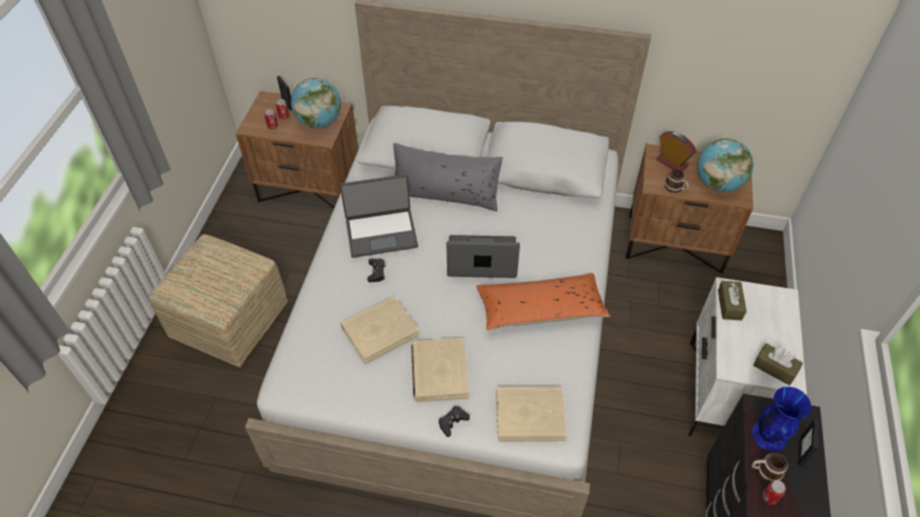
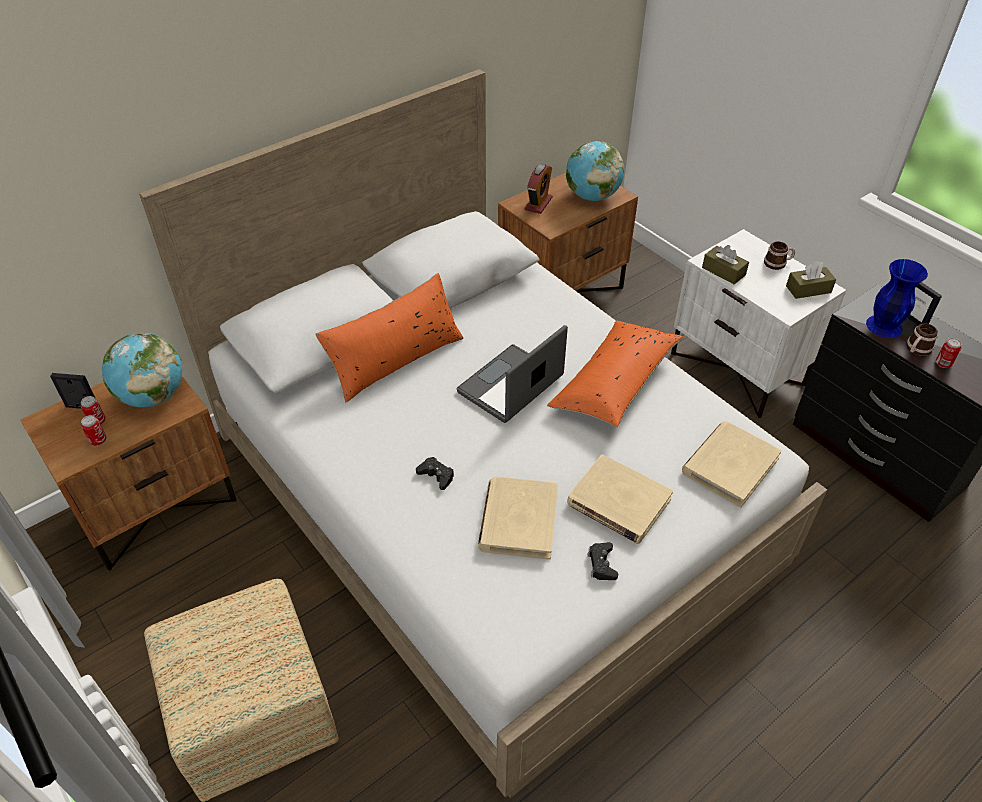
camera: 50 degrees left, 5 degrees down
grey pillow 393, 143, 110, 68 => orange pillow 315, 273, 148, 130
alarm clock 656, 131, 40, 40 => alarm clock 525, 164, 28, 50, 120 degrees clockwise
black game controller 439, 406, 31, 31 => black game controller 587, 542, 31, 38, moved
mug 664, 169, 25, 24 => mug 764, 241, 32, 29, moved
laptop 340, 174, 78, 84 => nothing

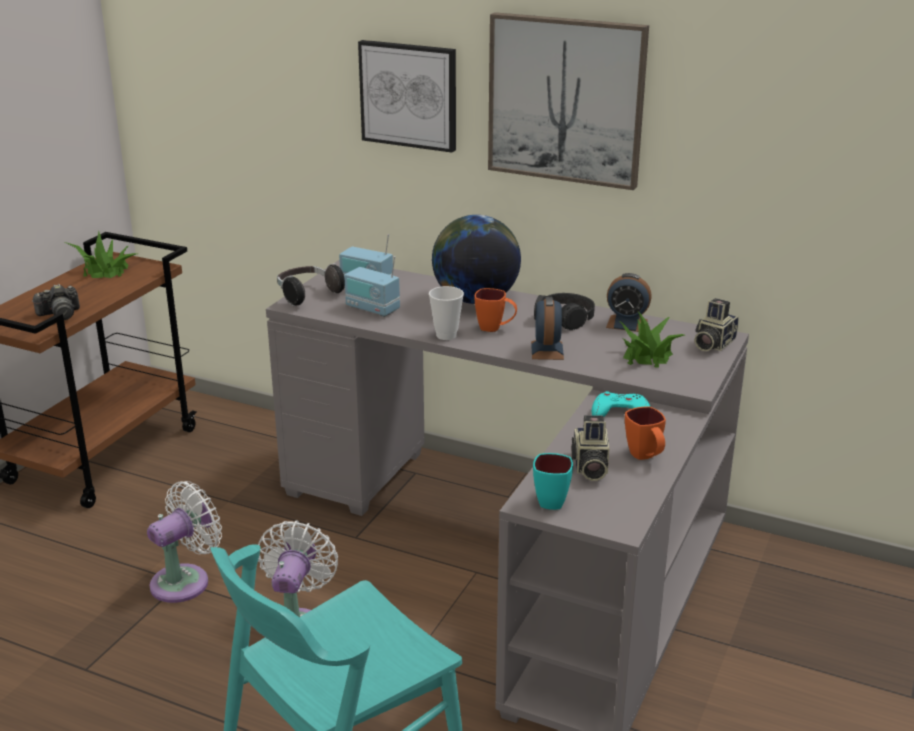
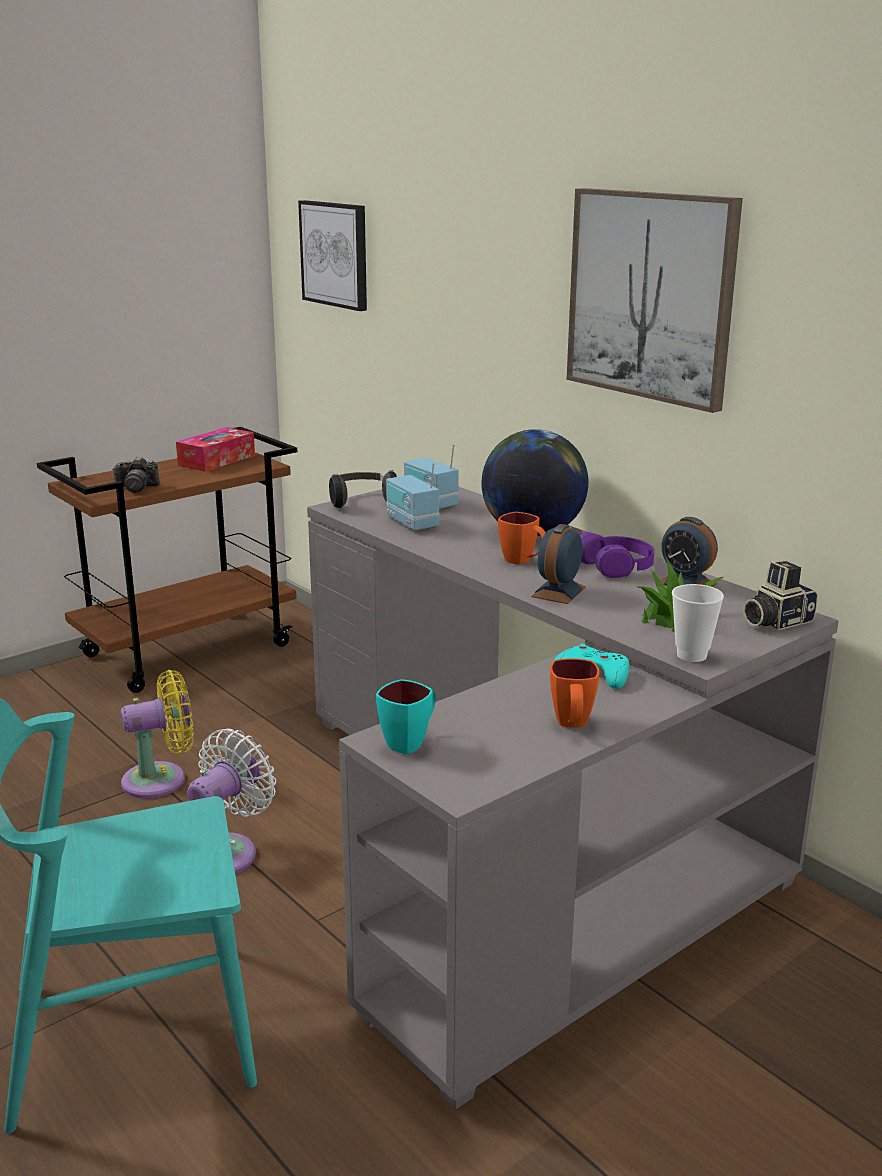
camera: 25 degrees right, 5 degrees down
white fan 147, 481, 75, 122 => yellow fan 121, 670, 73, 128
potted plant 65, 231, 72, 47 => tissue box 176, 427, 79, 45
picture 358, 40, 98, 113 => picture 298, 200, 69, 111, moved
black headphones 534, 293, 61, 37 => purple headphones 580, 532, 75, 46
cup 429, 286, 35, 54 => cup 672, 584, 52, 78, moved
photo camera 571, 415, 38, 66 => nothing

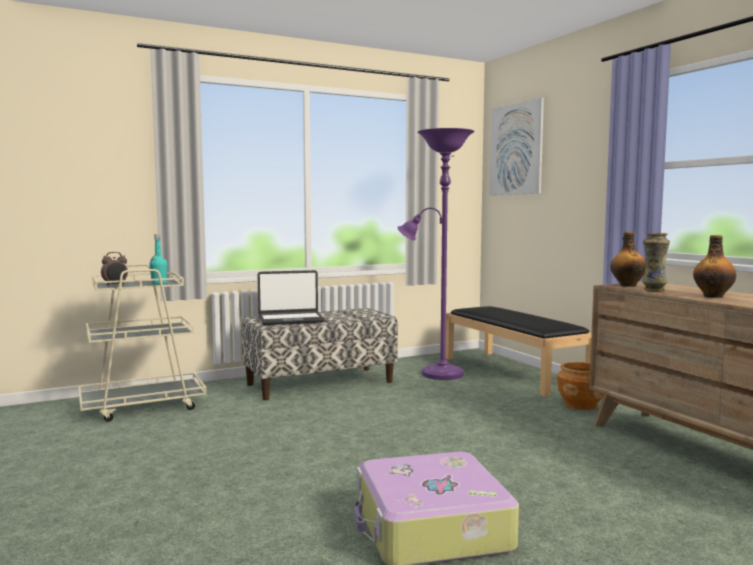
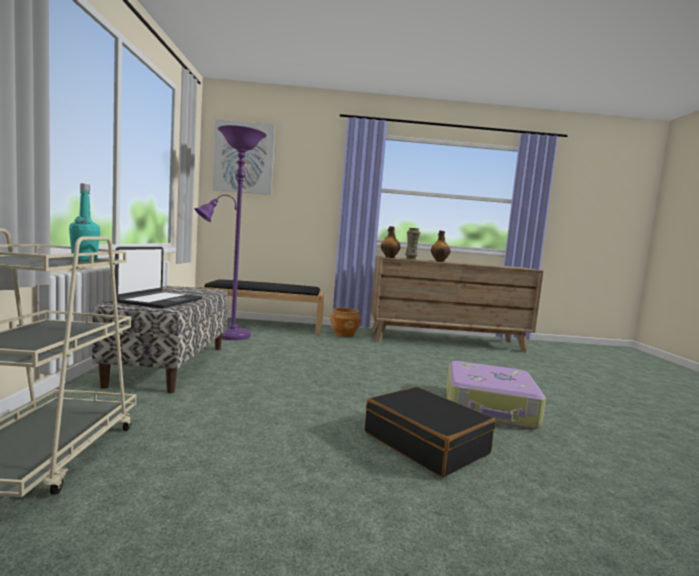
camera: 65 degrees left, 0 degrees up
nothing => black suitcase 365, 386, 131, 91
alarm clock 101, 252, 27, 34 => nothing

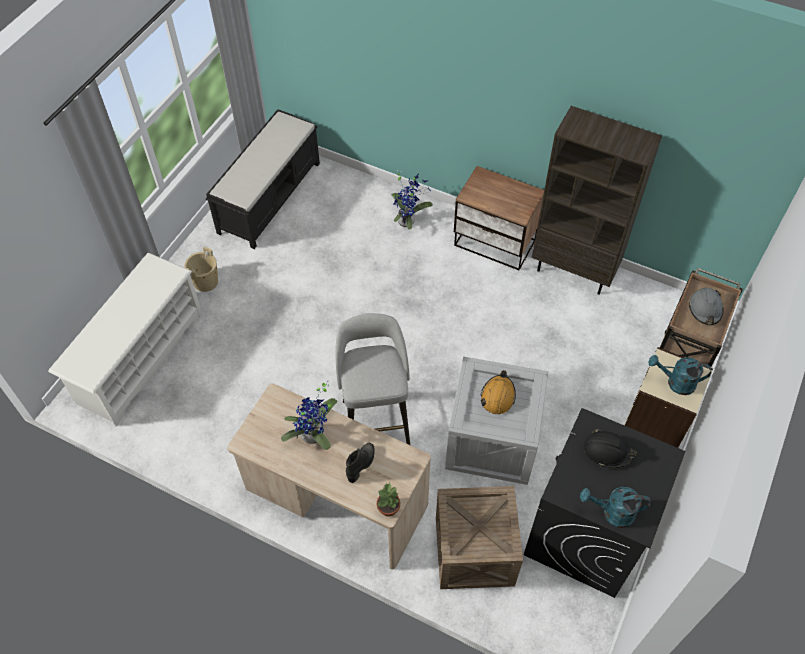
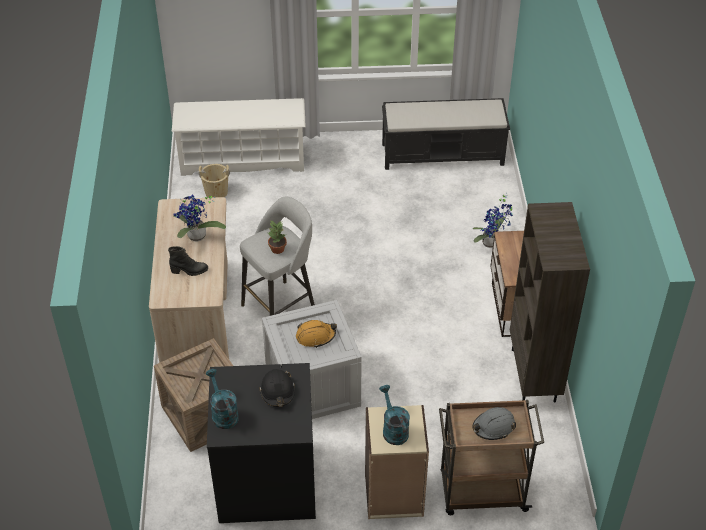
camera: 60 degrees right, 10 degrees down
beige bucket 185, 247, 33, 45 => beige bucket 198, 164, 32, 34, moved
potted plant 377, 482, 23, 35 => potted plant 268, 220, 19, 34, moved

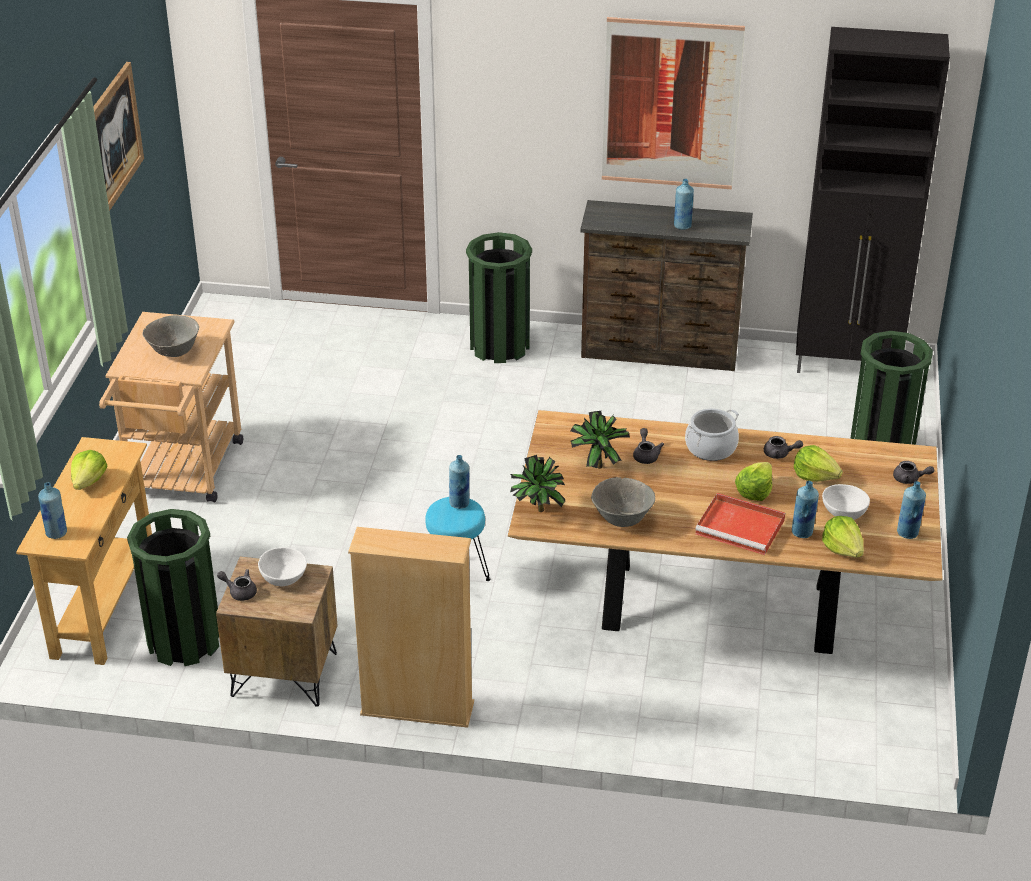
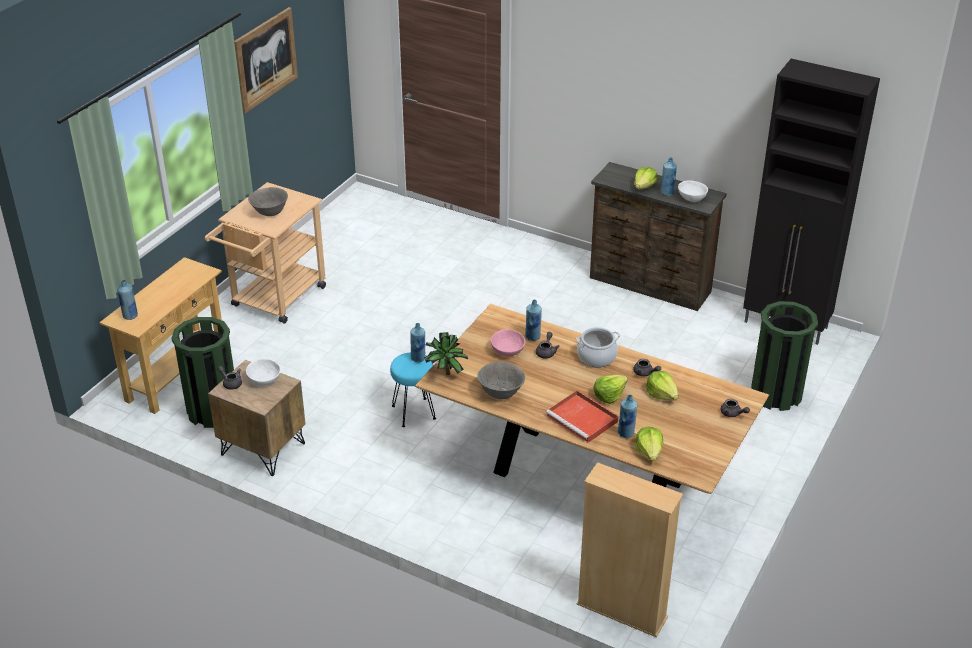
camera: 20 degrees right, 0 degrees up
potted plant 570, 411, 60, 58 => pink bowl 491, 329, 34, 28
blue bottle 897, 481, 29, 58 => blue bottle 525, 300, 17, 41, moved
beige bookcase 348, 527, 126, 201 => beige bookcase 577, 462, 106, 176, moved
lettuce 71, 450, 36, 40 => lettuce 634, 167, 24, 22, moved
white bowl 822, 484, 48, 36 => white bowl 678, 180, 30, 22, moved
green trash can 466, 232, 66, 131 => nothing
picture 602, 17, 143, 172 => nothing

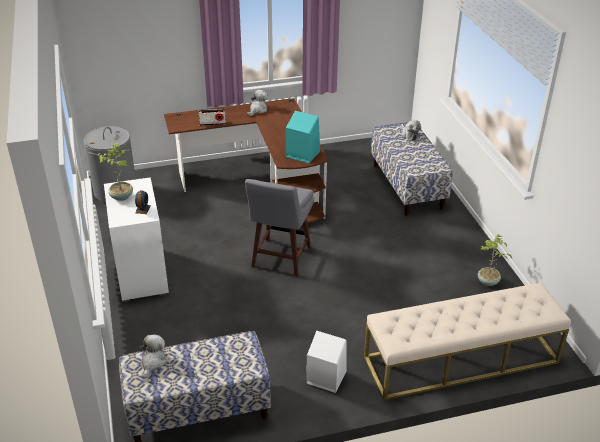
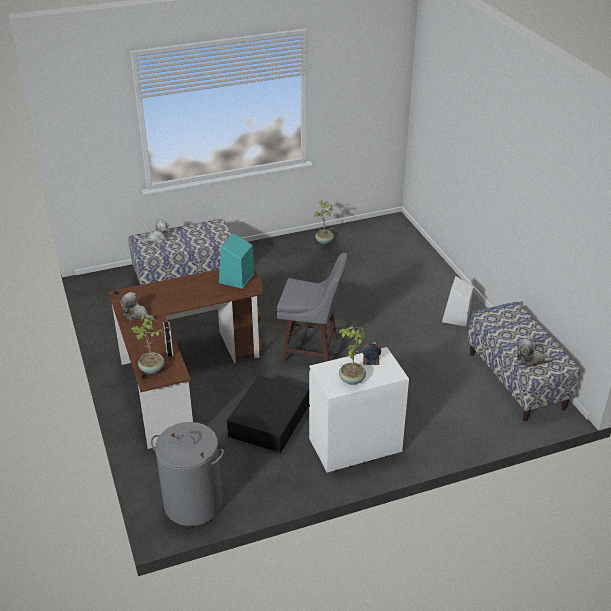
camera: 95 degrees left, 0 degrees up
nothing => potted plant 130, 314, 40, 60
nothing => black storage box 227, 375, 82, 78
beige bench 364, 282, 207, 118 => nothing

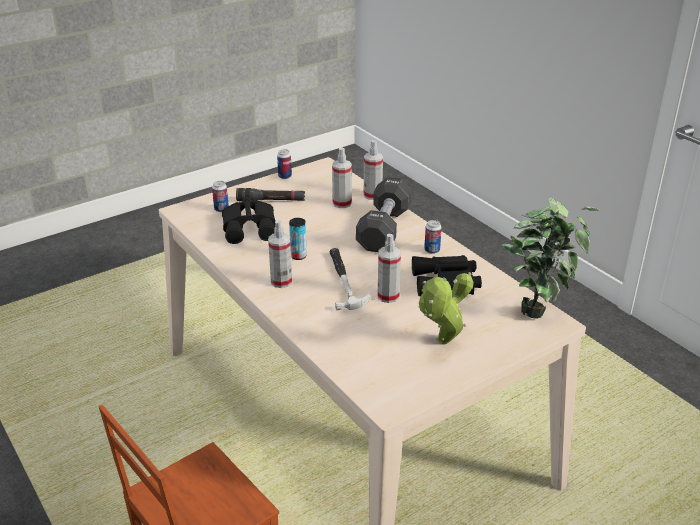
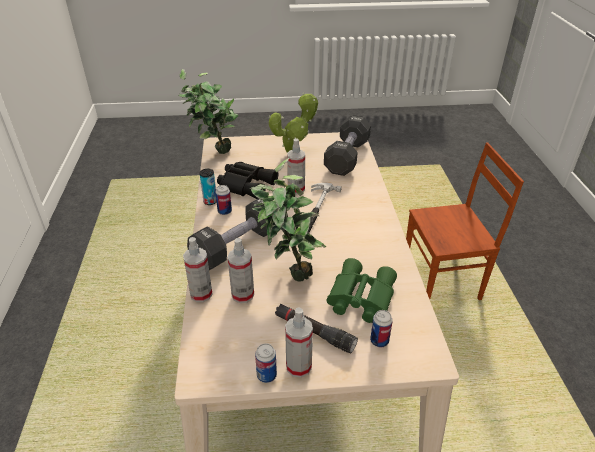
camera: 150 degrees left, 5 degrees up
can 289, 218, 18, 42 => can 200, 169, 17, 36, moved
nothing => potted plant 250, 158, 76, 124
spray bottle 268, 220, 24, 68 => spray bottle 285, 307, 28, 71, moved
nothing => black dumbbell 324, 115, 47, 61
black binoculars 222, 197, 54, 47 => green binoculars 327, 258, 70, 65

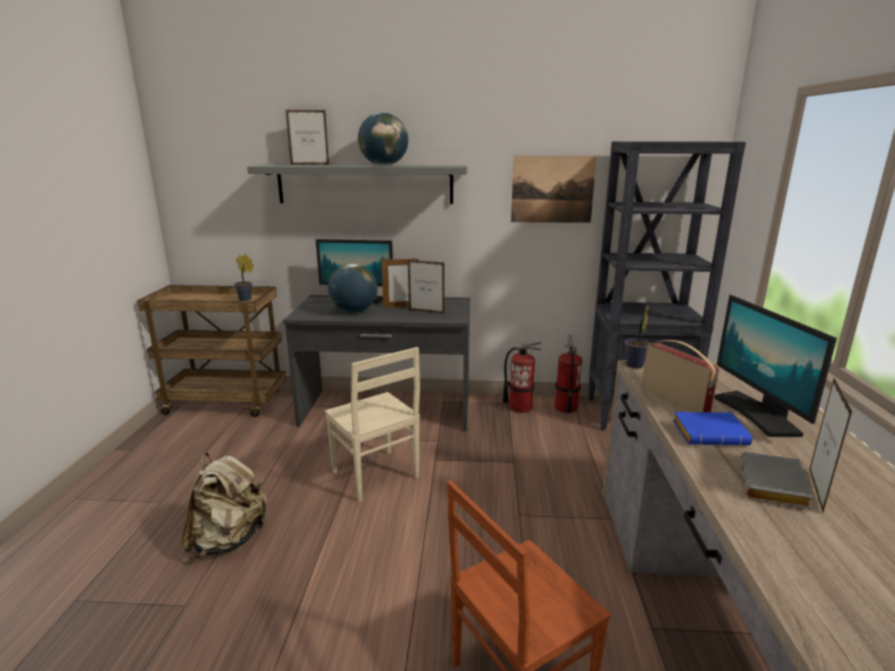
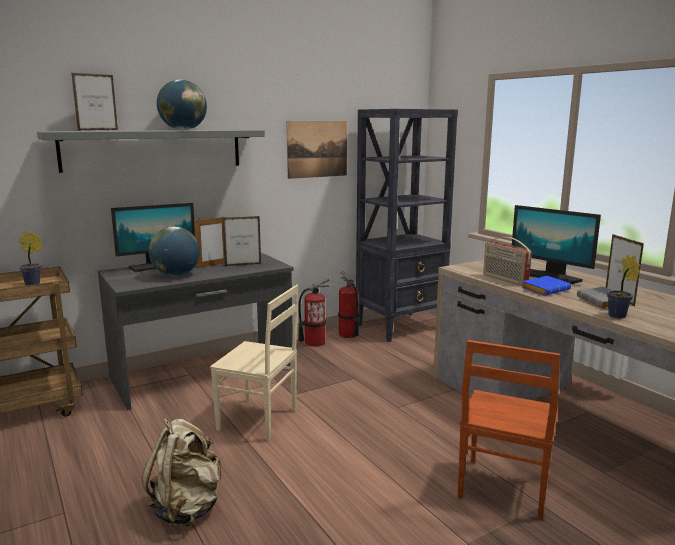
camera: 35 degrees left, 5 degrees down
radio 642, 340, 77, 72 => radio 483, 237, 49, 49, 150 degrees counterclockwise
potted plant 625, 305, 25, 63 => potted plant 607, 255, 33, 63, moved

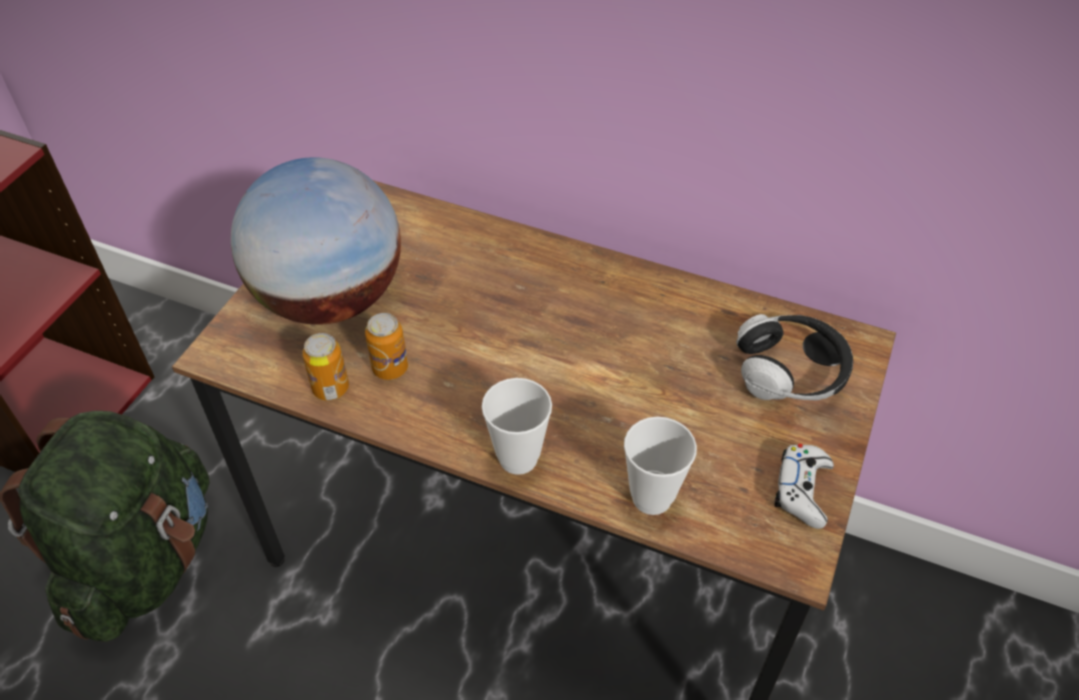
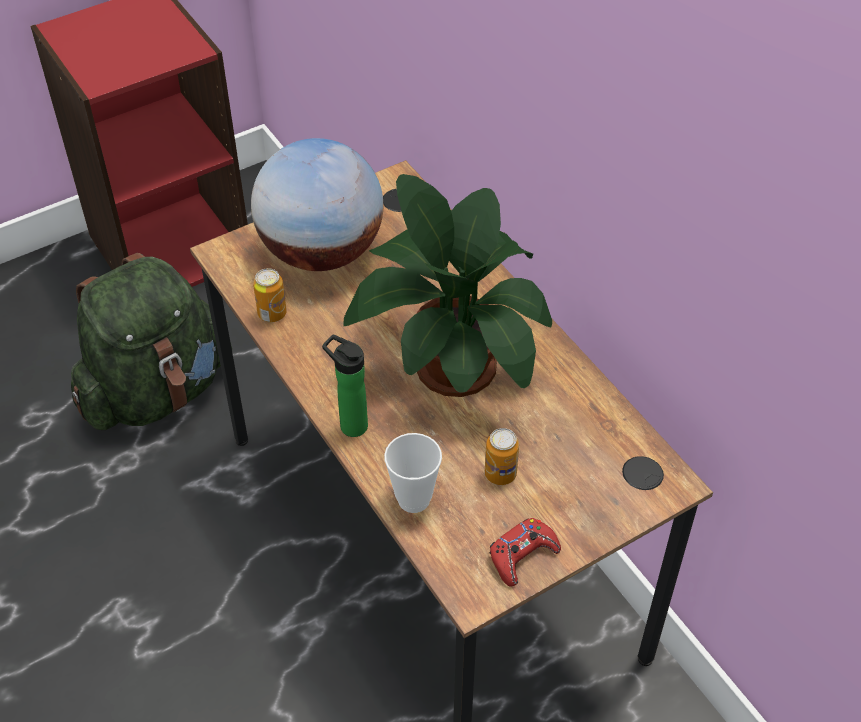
camera: 35 degrees right, 0 degrees up
cup 482, 378, 70, 97 => bottle 322, 334, 46, 103
nothing => potted plant 343, 174, 209, 223
can 365, 313, 43, 67 => can 485, 428, 34, 57, moved
white game controller 774, 444, 60, 85 => red game controller 489, 518, 72, 69
headphones 736, 314, 117, 86 => nothing

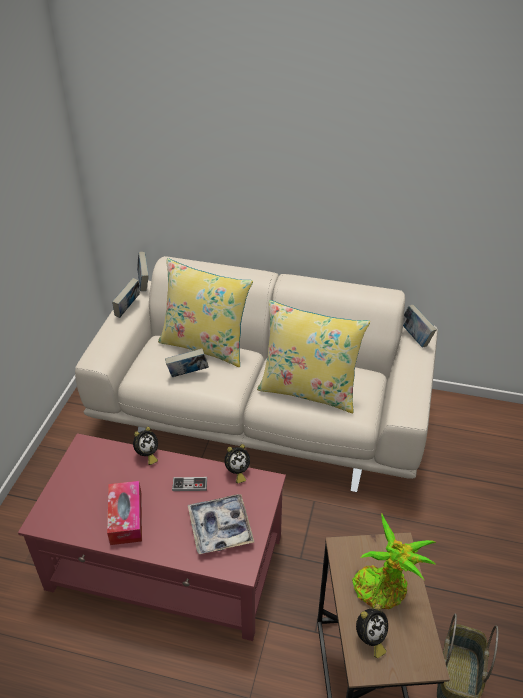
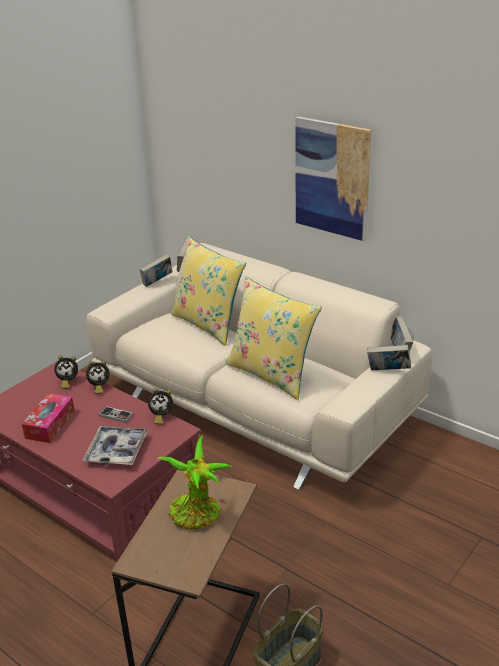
camera: 25 degrees right, 10 degrees down
alarm clock 356, 604, 32, 54 => alarm clock 54, 355, 24, 34, moved
nothing => picture 295, 117, 76, 124
book 165, 348, 44, 29 => book 367, 345, 44, 26, moved

